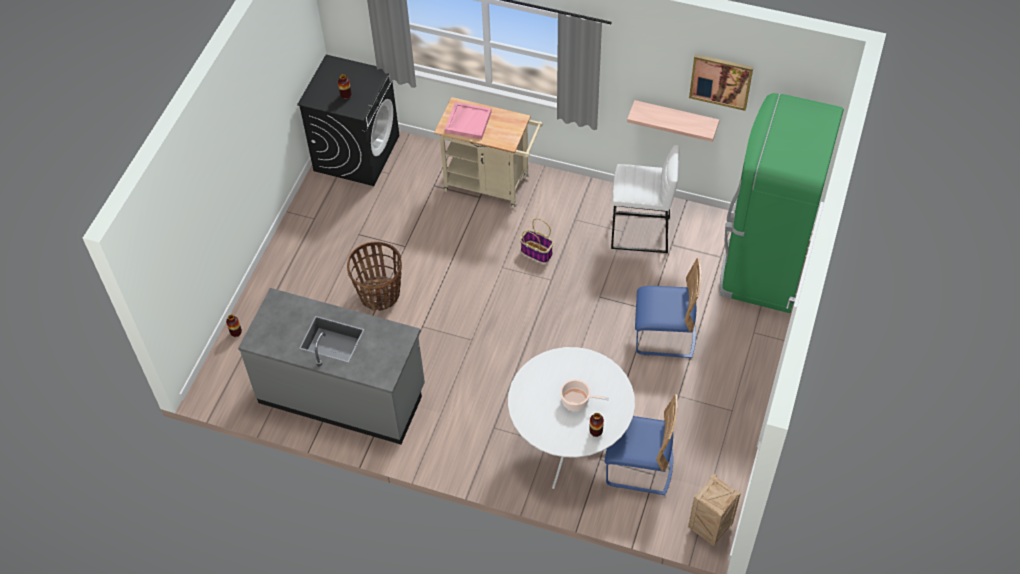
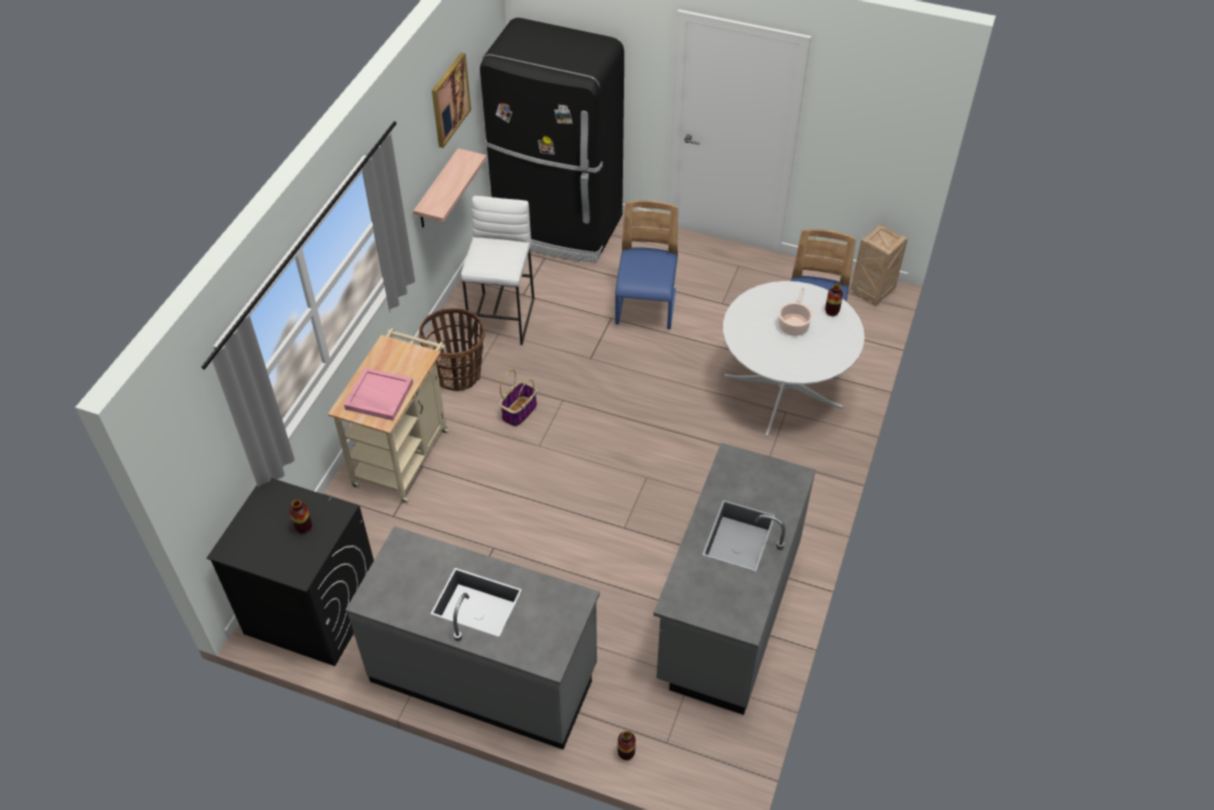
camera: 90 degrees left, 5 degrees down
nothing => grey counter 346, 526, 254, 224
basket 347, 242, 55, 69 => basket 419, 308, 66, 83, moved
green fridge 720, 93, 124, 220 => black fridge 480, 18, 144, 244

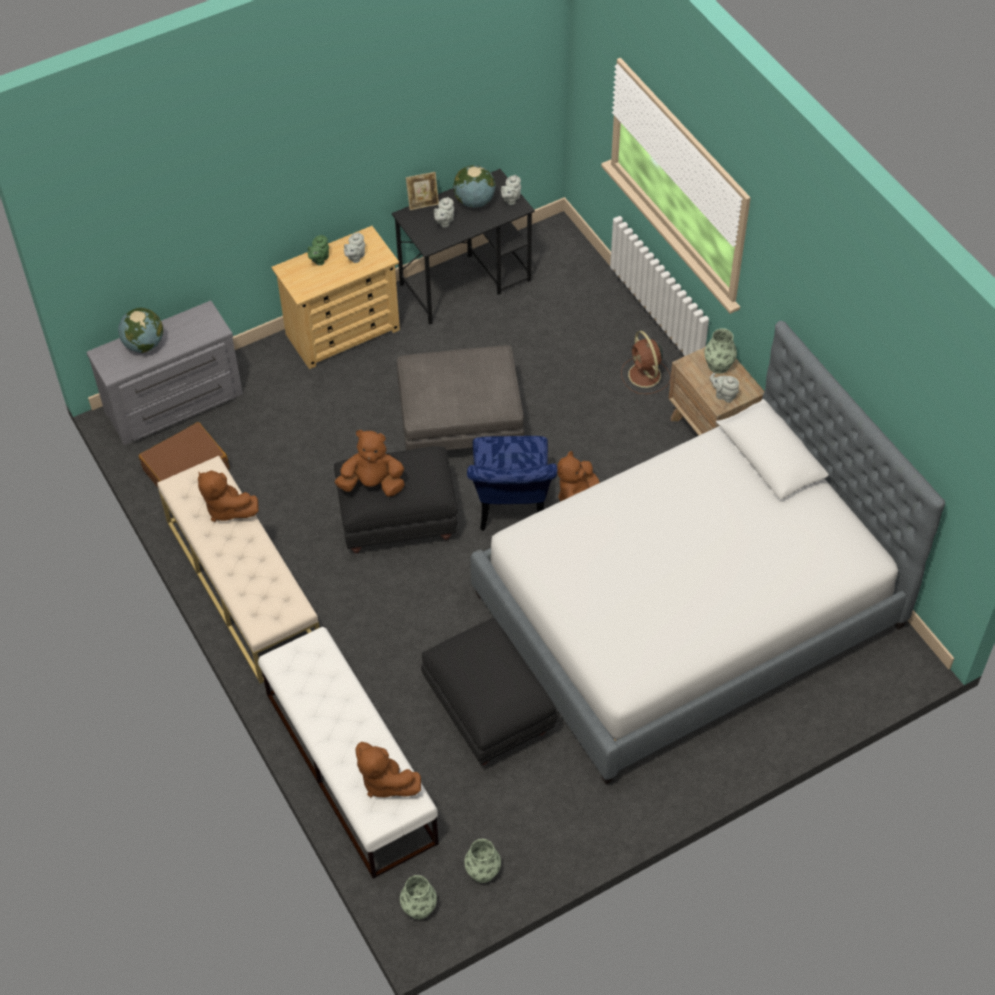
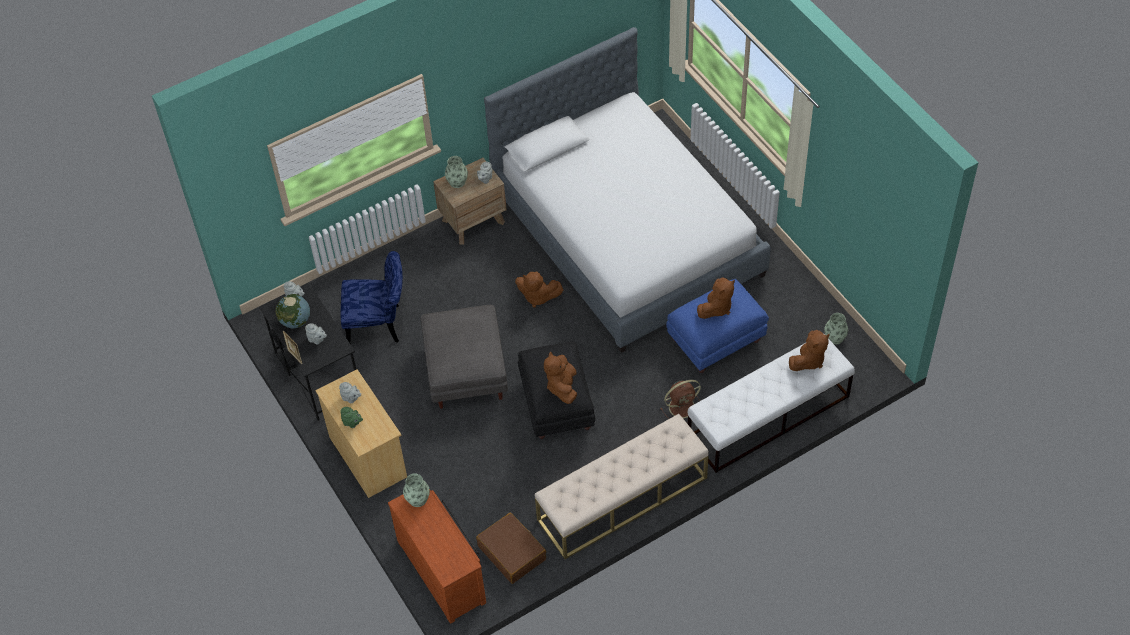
camera: 90 degrees left, 0 degrees up
blue chair 467, 436, 90, 95 => blue chair 340, 251, 63, 93, moved
grey dresser 86, 300, 157, 145 => brown dresser 388, 490, 98, 134
vase 400, 875, 37, 44 => vase 403, 473, 27, 34, moved
brown fan 621, 331, 50, 63 => brown fan 660, 380, 41, 43, moved
black ottoman 421, 618, 137, 147 => blue ottoman 666, 279, 103, 94
brown plush toy 198, 470, 61, 52 => brown plush toy 697, 277, 38, 42, moved
globe 118, 308, 45, 45 => nothing

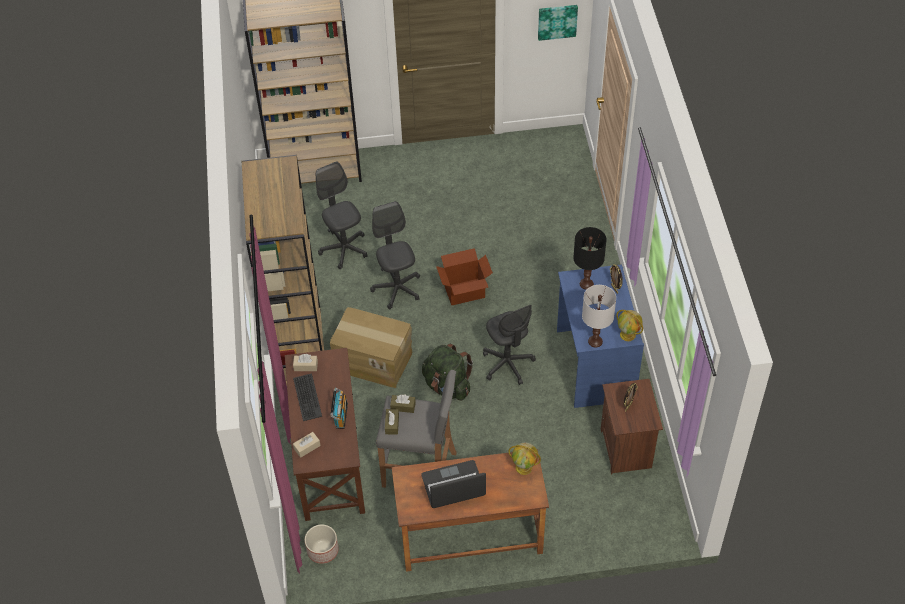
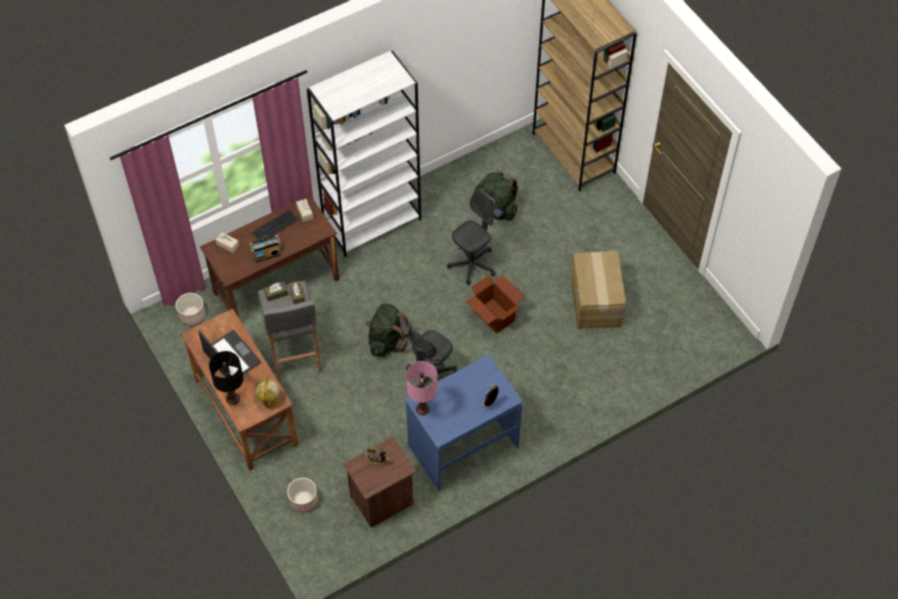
camera: 65 degrees right, 5 degrees up
black table lamp 573, 227, 34, 63 => black table lamp 209, 351, 34, 54, moved
nothing => planter 287, 478, 31, 35
brown bookcase 241, 155, 83, 230 => white bookcase 307, 51, 114, 206
white table lamp 582, 285, 34, 62 => pink table lamp 406, 361, 32, 54
grey office chair 316, 161, 52, 108 => green backpack 473, 171, 46, 50
cardboard box 330, 307, 82, 81 => cardboard box 571, 251, 55, 79, moved
picture 538, 5, 40, 36 => nothing
globe 616, 310, 27, 31 => nothing

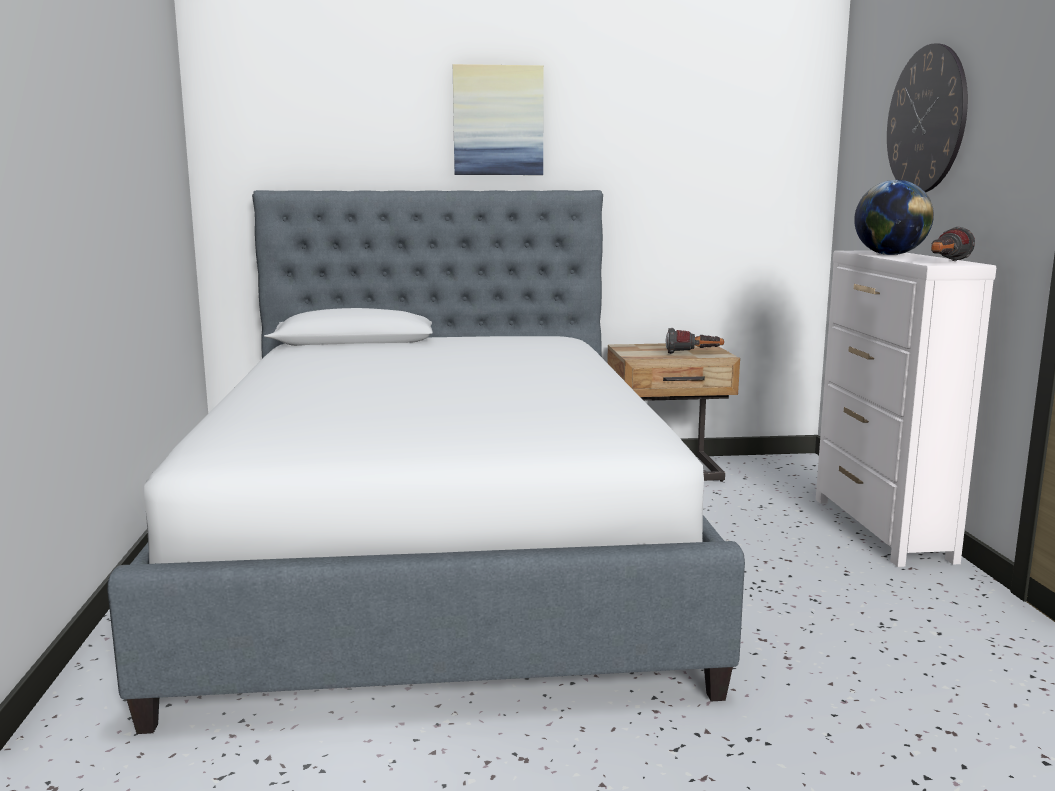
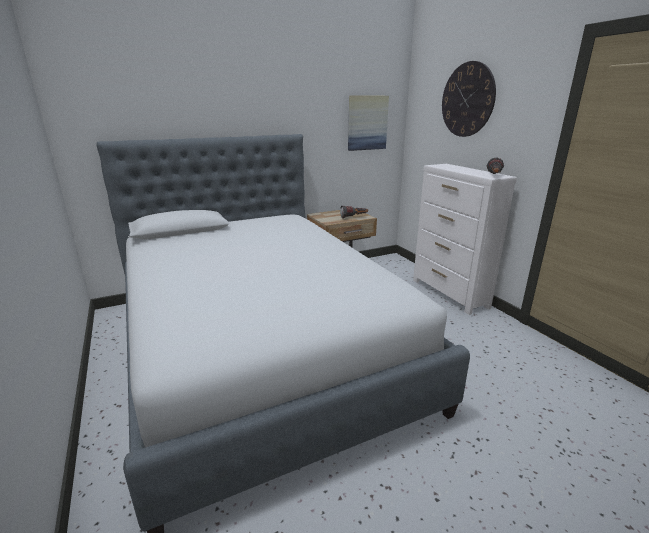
camera: 20 degrees left, 10 degrees up
picture 453, 64, 91, 111 => picture 348, 95, 41, 56, moved
globe 854, 180, 80, 75 => nothing

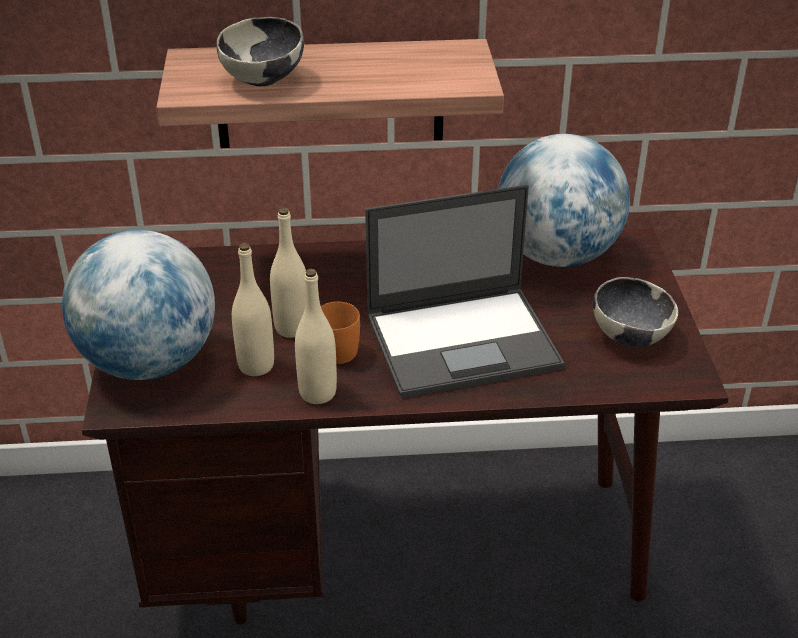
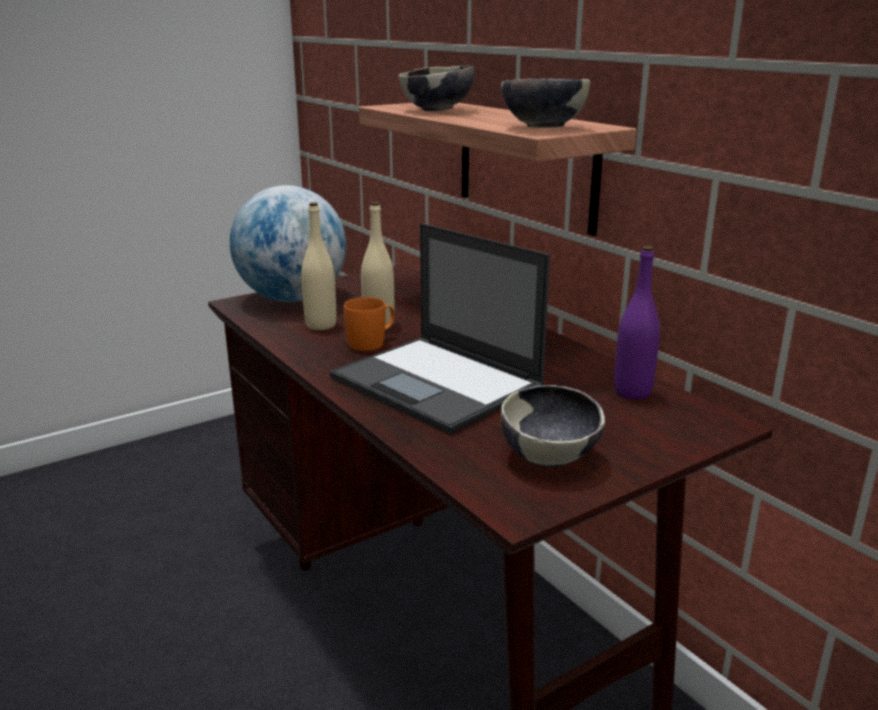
camera: 60 degrees right, 15 degrees down
nothing => bowl 501, 78, 89, 50
globe 498, 134, 132, 133 => purple bottle 614, 246, 46, 154
beige bottle 295, 269, 42, 135 => nothing

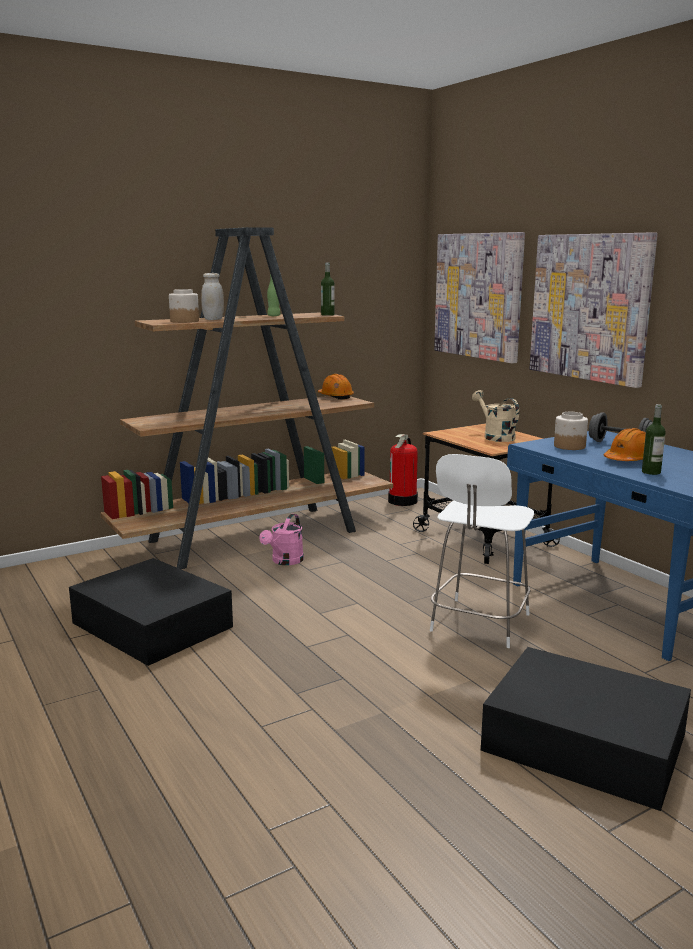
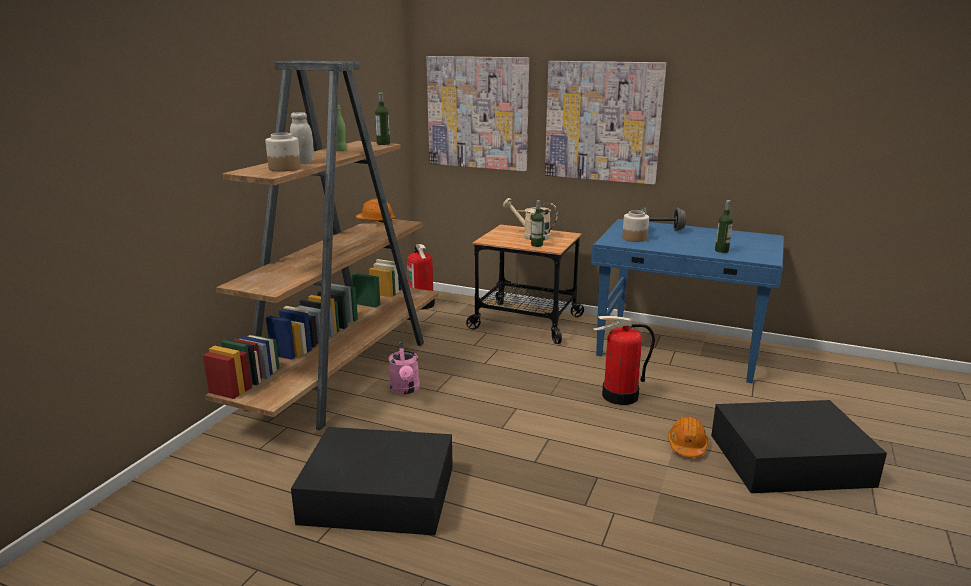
camera: 35 degrees left, 5 degrees up
nothing => bottle 531, 200, 13, 47
white stool 430, 454, 104, 194 => fire extinguisher 593, 316, 62, 89
orange hard hat 604, 428, 42, 33 => orange hard hat 668, 416, 41, 41, moved

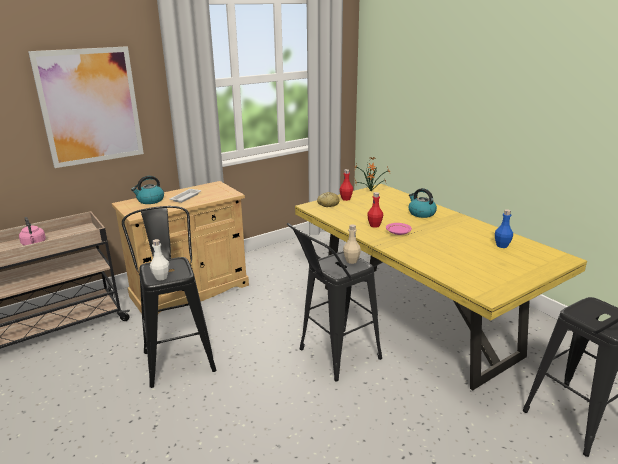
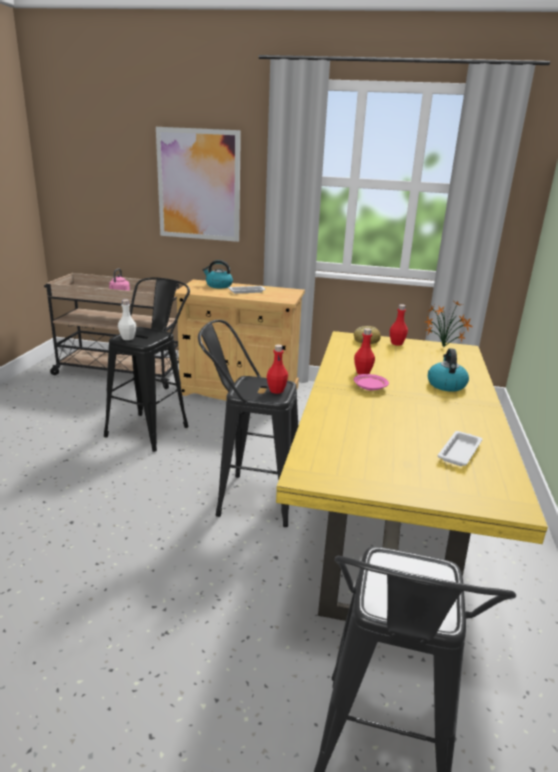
camera: 45 degrees right, 0 degrees up
beige bottle 343, 224, 18, 40 => red bottle 267, 344, 21, 50
blue bottle 495, 209, 18, 39 => white tray 438, 431, 45, 35

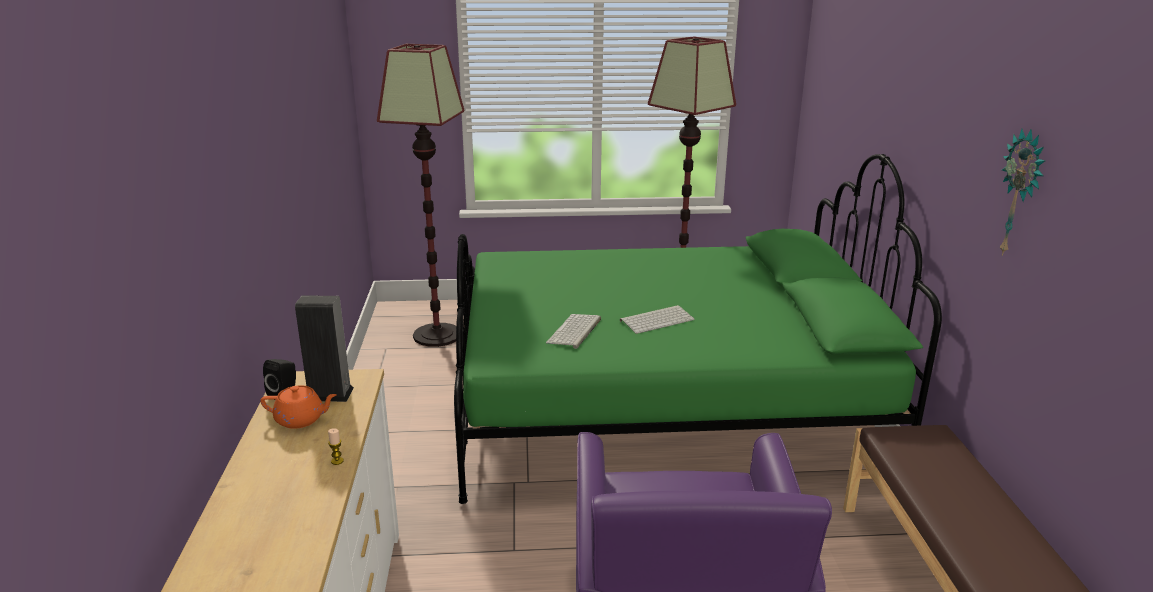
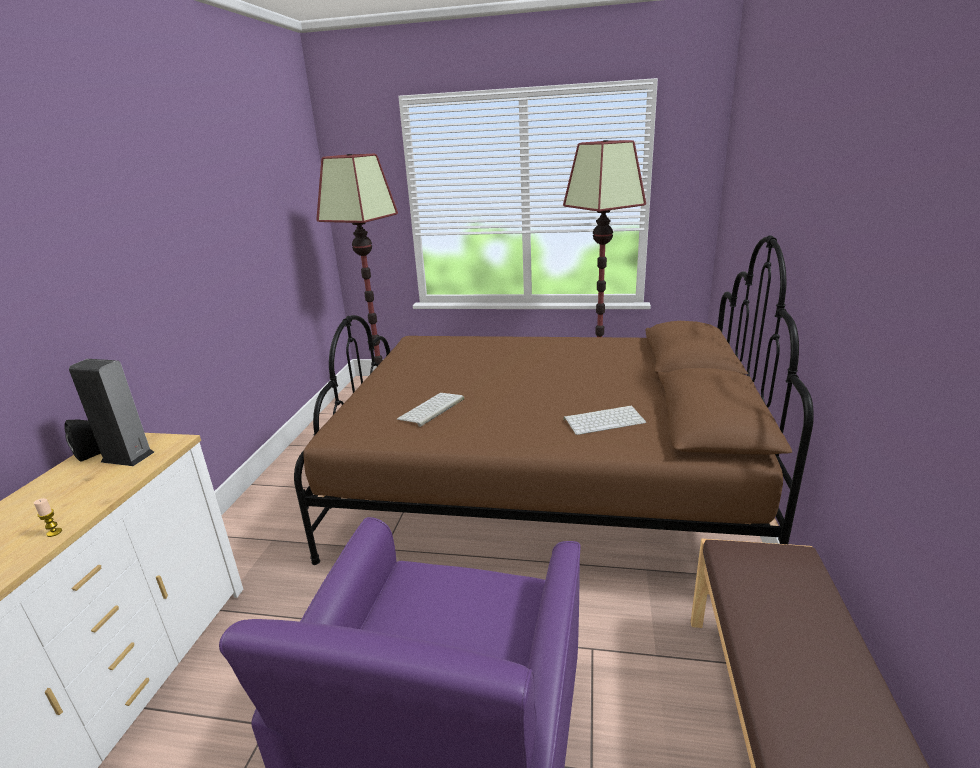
camera: 15 degrees right, 0 degrees up
green bed 454, 154, 488, 350 => brown bed 294, 235, 520, 330
keyboard 620, 305, 75, 29 => keyboard 564, 406, 82, 29, moved
orange teapot 260, 385, 77, 44 => nothing
wall clock 1000, 129, 45, 127 => nothing

